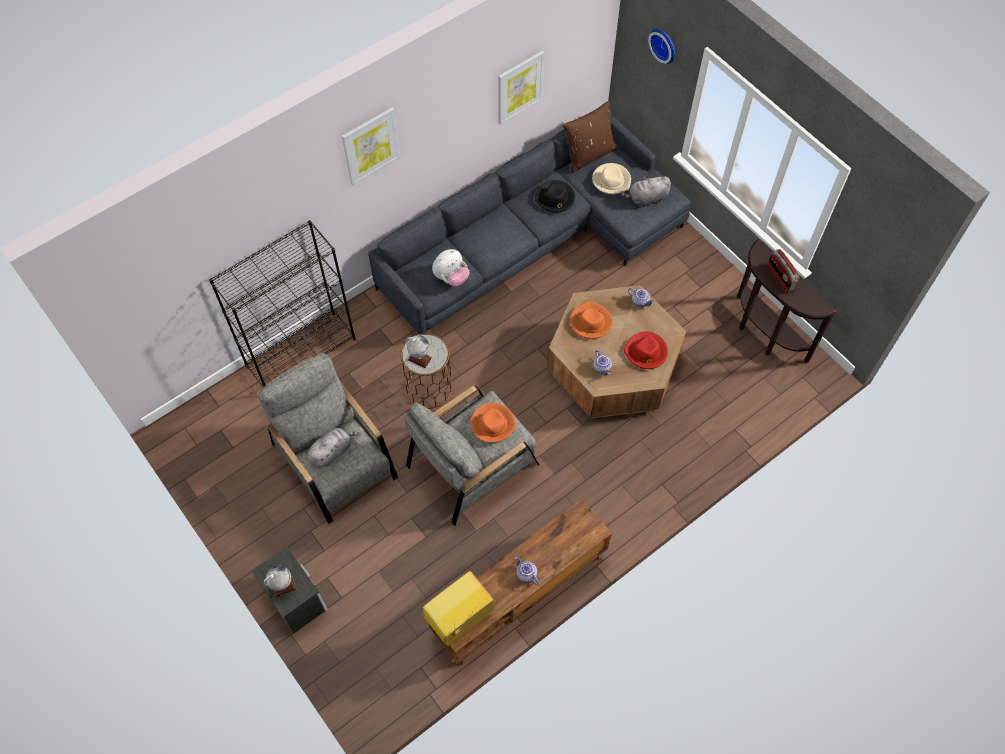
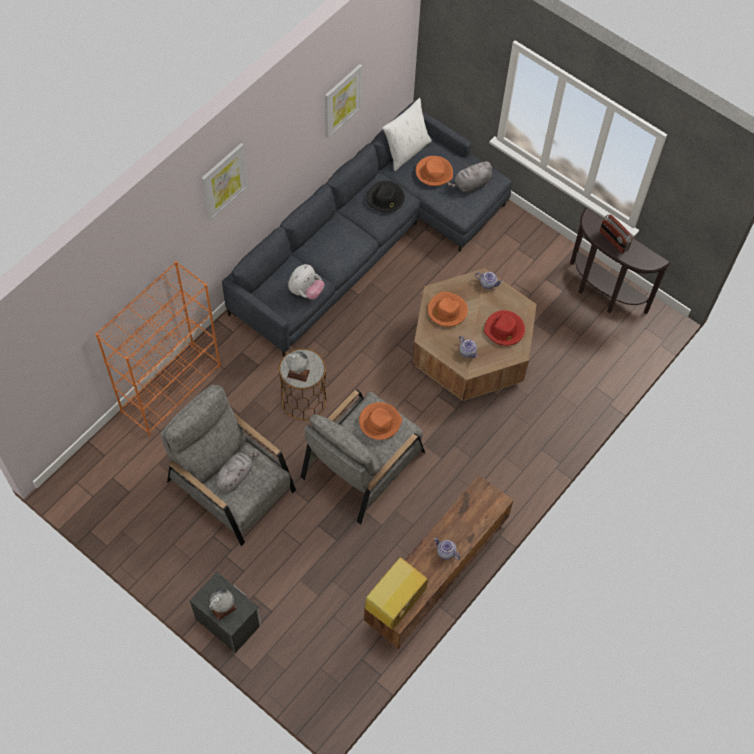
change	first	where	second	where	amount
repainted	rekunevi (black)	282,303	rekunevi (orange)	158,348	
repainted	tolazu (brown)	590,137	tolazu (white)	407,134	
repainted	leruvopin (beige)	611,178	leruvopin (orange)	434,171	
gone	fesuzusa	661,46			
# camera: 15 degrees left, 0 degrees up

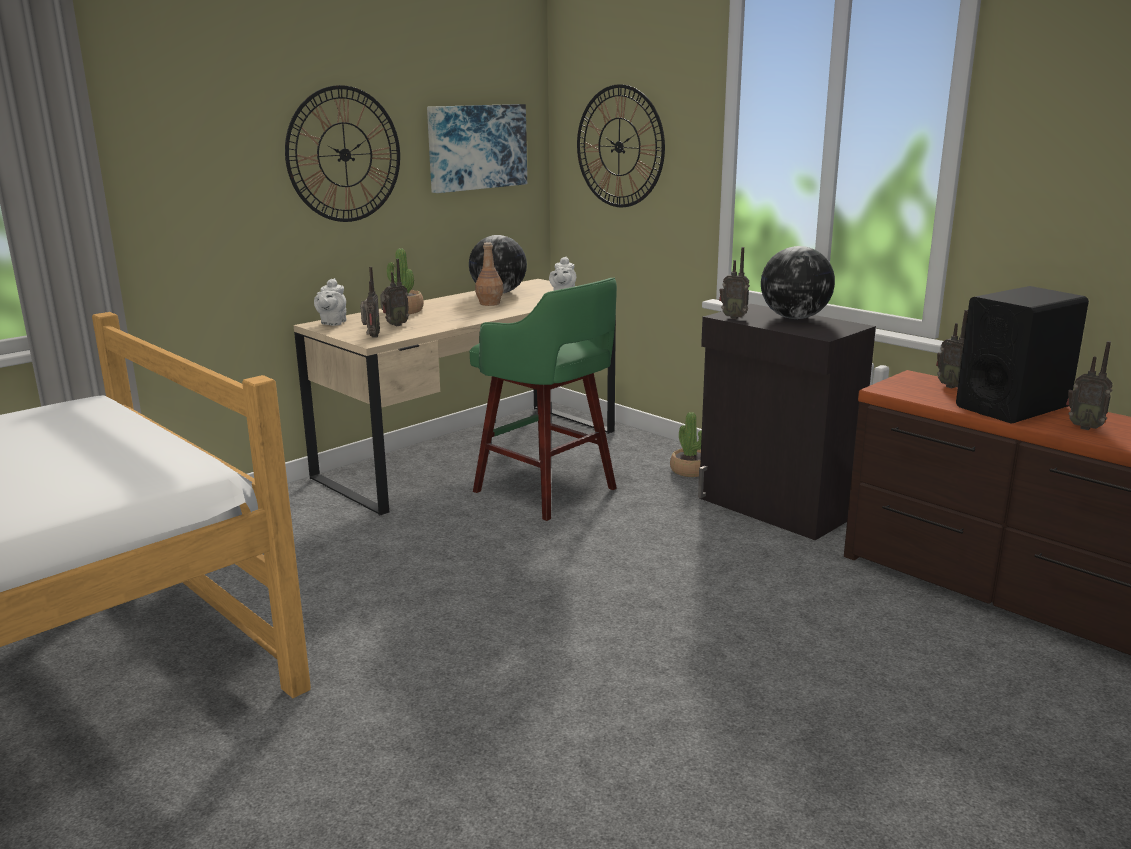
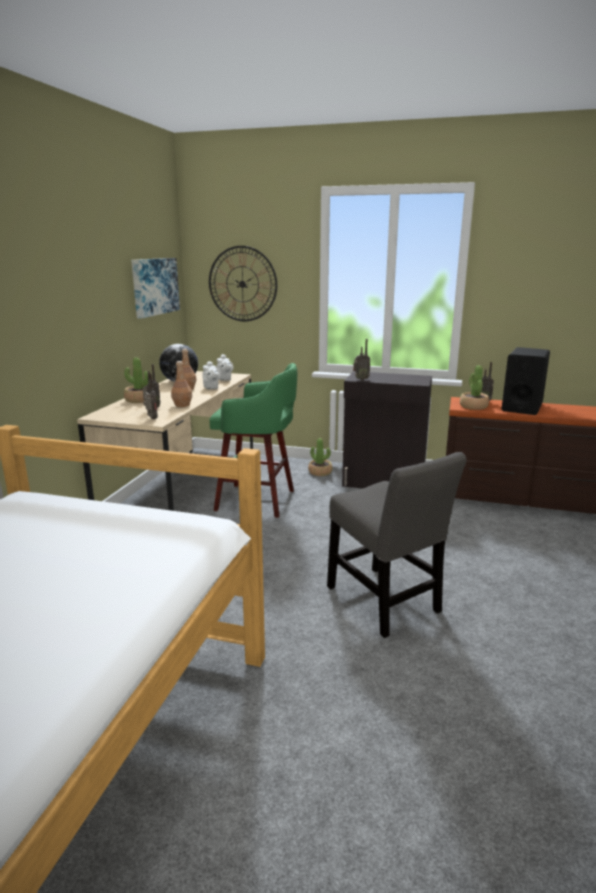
change	first	where	second	where	amount
gone	fesuzusa	342,153			
shifted	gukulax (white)	330,302		211,375	
gone	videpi	798,282			
gone	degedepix	1089,385			
new			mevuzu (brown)	181,384	
new			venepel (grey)	397,545	
new			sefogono	474,387	
# camera: 30 degrees left, 0 degrees up

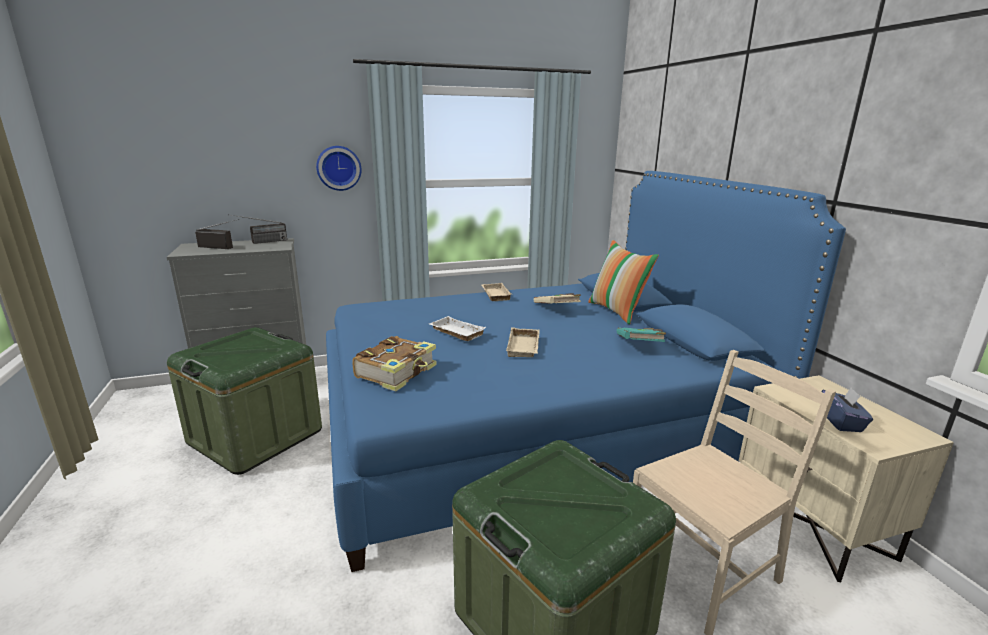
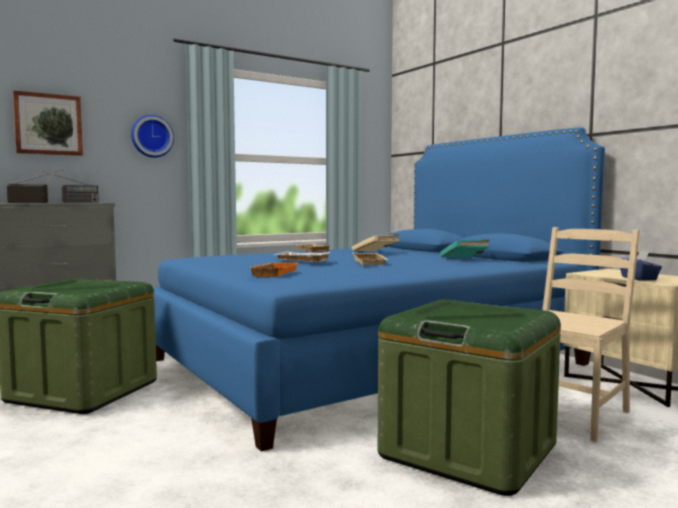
change	first	where	second	where	amount
swapped	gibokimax	394,363	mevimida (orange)	274,270	
gone	tolazu	623,282			
new			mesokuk	48,123	
# camera: 15 degrees left, 15 degrees down

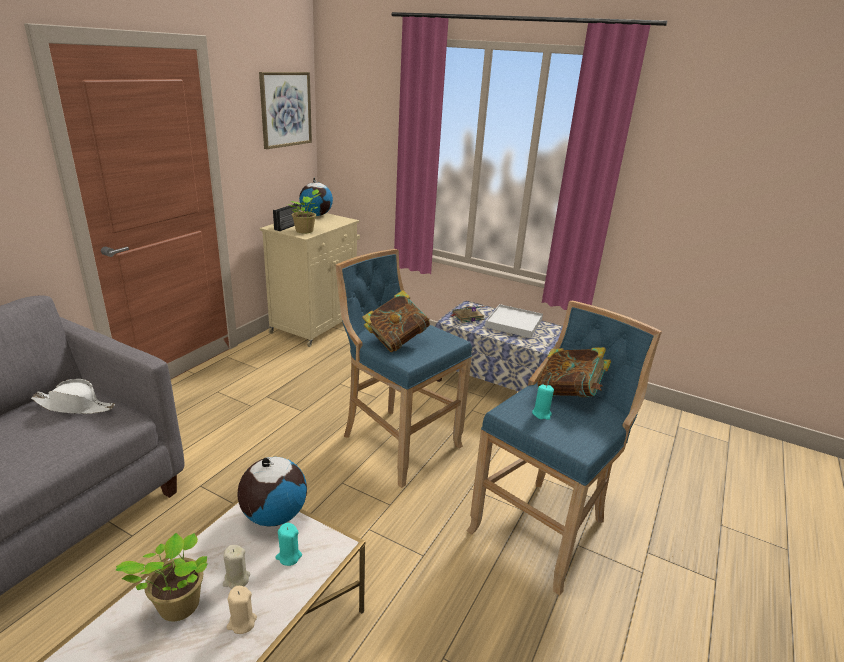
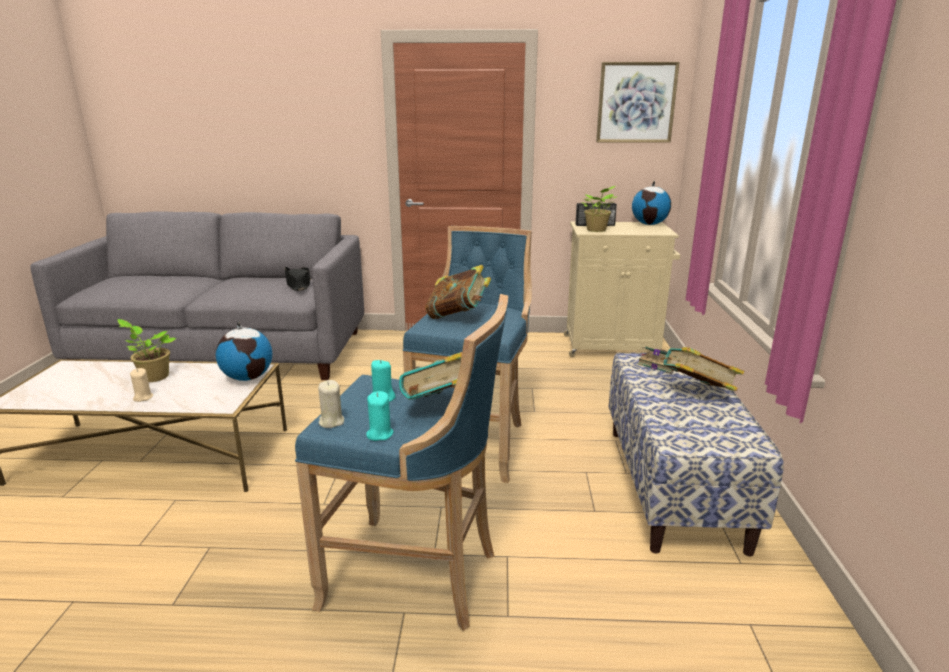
change	first	where	second	where	amount
repainted	leruvopin (white)	73,396	leruvopin (black)	298,279	
shifted	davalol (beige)	236,567		331,404	
shifted	davalol (turquoise)	288,544		380,416	
swapped	mevimida (white)	514,321	gibokimax	702,369	
# camera: 65 degrees right, 5 degrees down

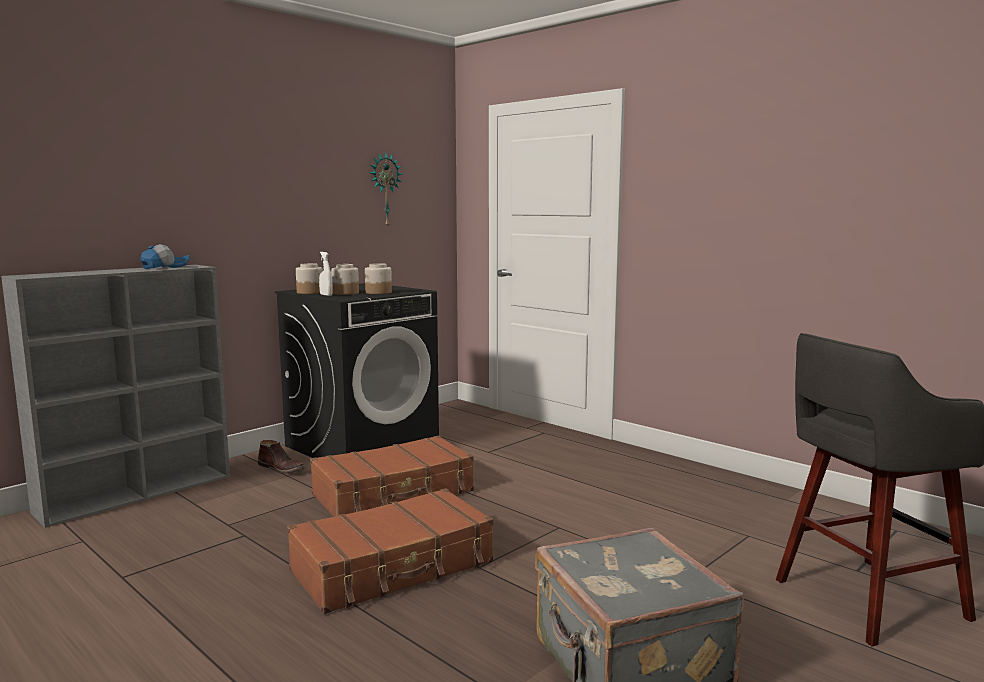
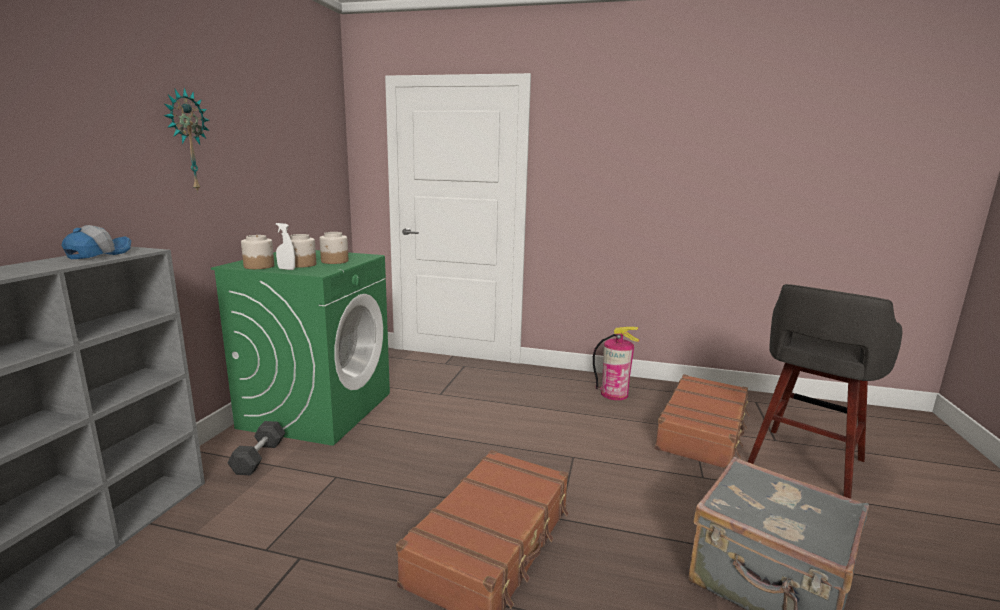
change	first	where	second	where	amount
swapped	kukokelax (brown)	281,457	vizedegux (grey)	256,448	
repainted	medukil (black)	357,370	medukil (green)	300,348	
shifted	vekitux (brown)	392,476		702,421	
shifted	fesuzusa	386,191		187,140	
new			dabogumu	616,363	
# camera: 30 degrees left, 5 degrees up

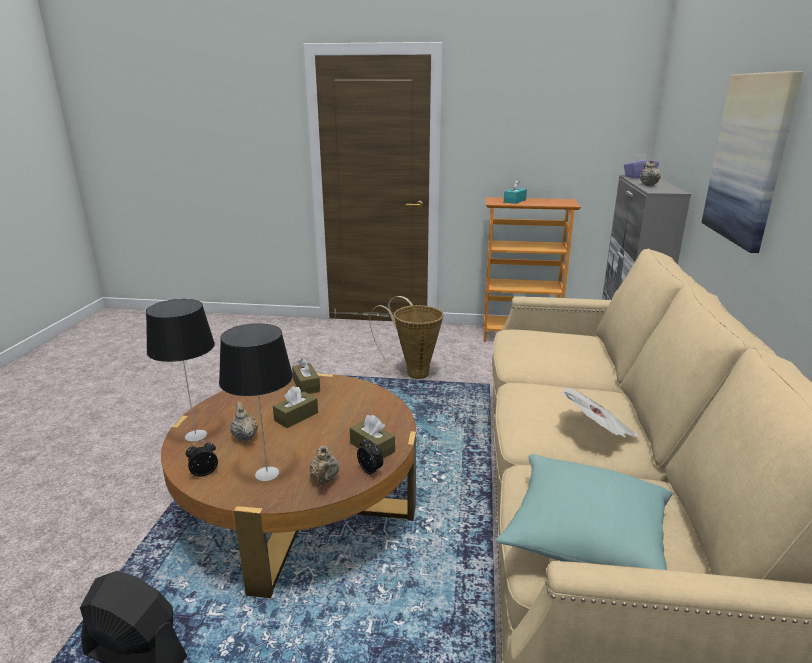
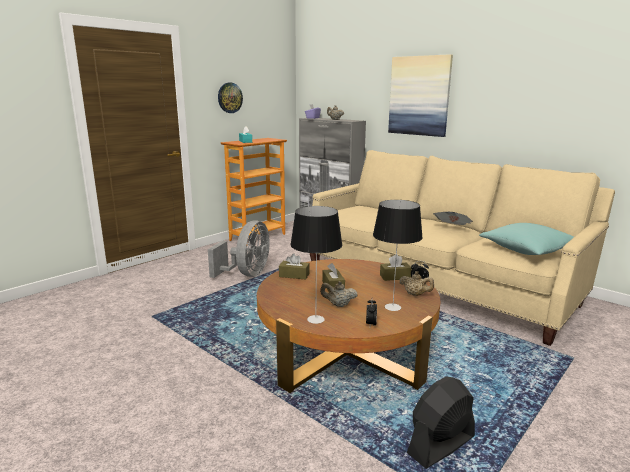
change	first	where	second	where	amount
swapped	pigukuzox	406,337	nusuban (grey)	239,249	
new			fesuzusa	230,98	
# camera: 55 degrees left, 5 degrees down

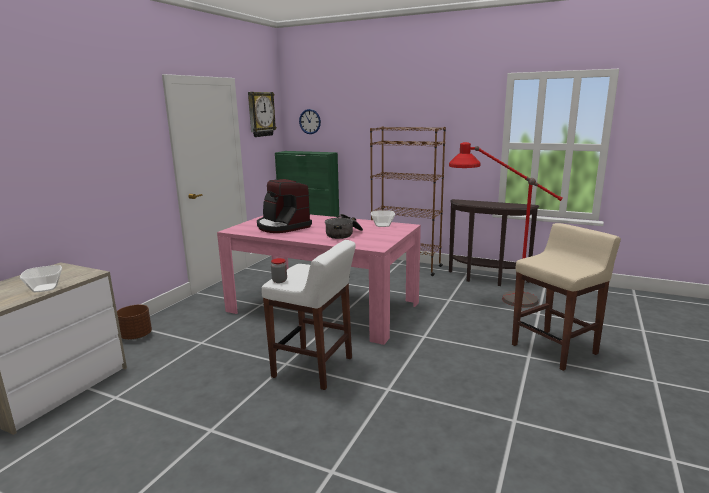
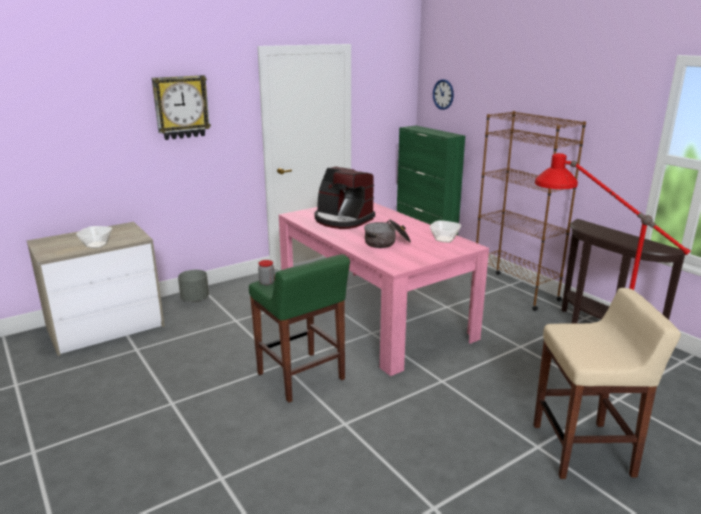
change	first	where	second	where	amount
repainted	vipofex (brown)	134,322	vipofex (grey)	193,286	
shifted	fesuzusa	262,114		181,107	
rotated	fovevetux	284,206		345,198	45 degrees counterclockwise
repainted	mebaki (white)	308,315	mebaki (green)	299,328	
# camera: 30 degrees right, 5 degrees up

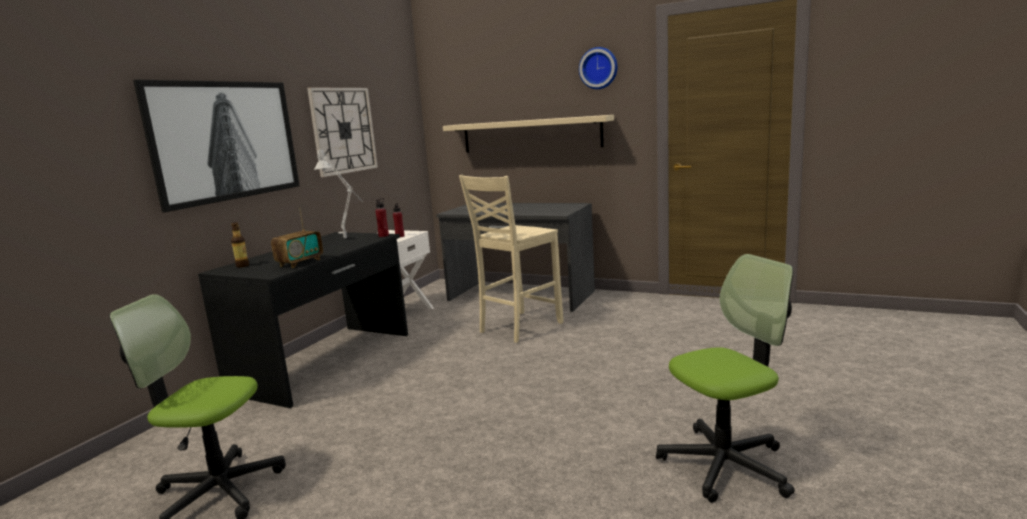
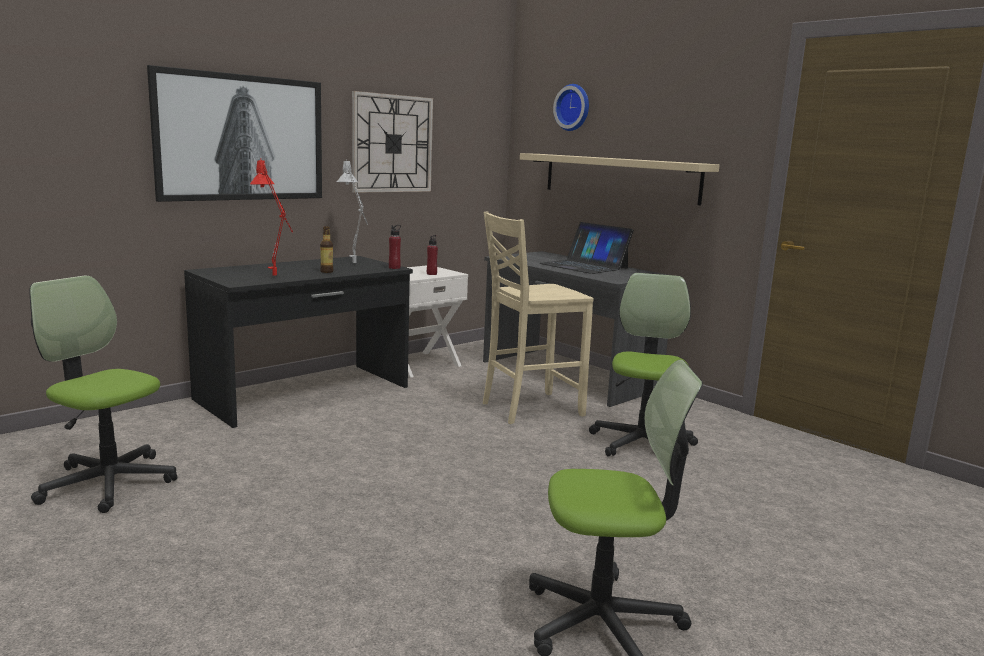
change	first	where	second	where	amount
shifted	mevuzu	240,245		326,249	
swapped	degedepix	297,238	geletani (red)	271,217	
shifted	fesuzusa	598,68		571,107	
new			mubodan	587,248	
new			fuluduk	643,364	
# camera: 20 degrees right, 0 degrees up

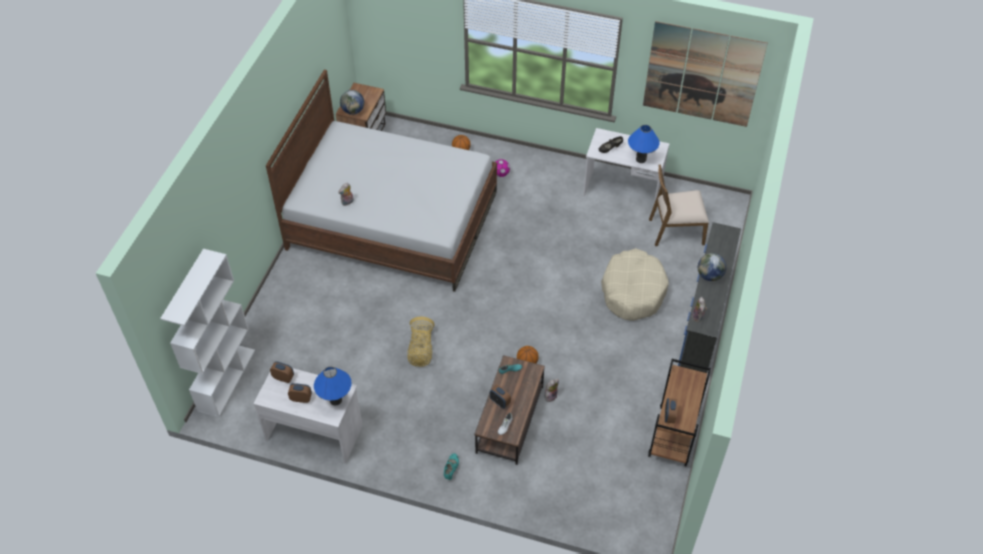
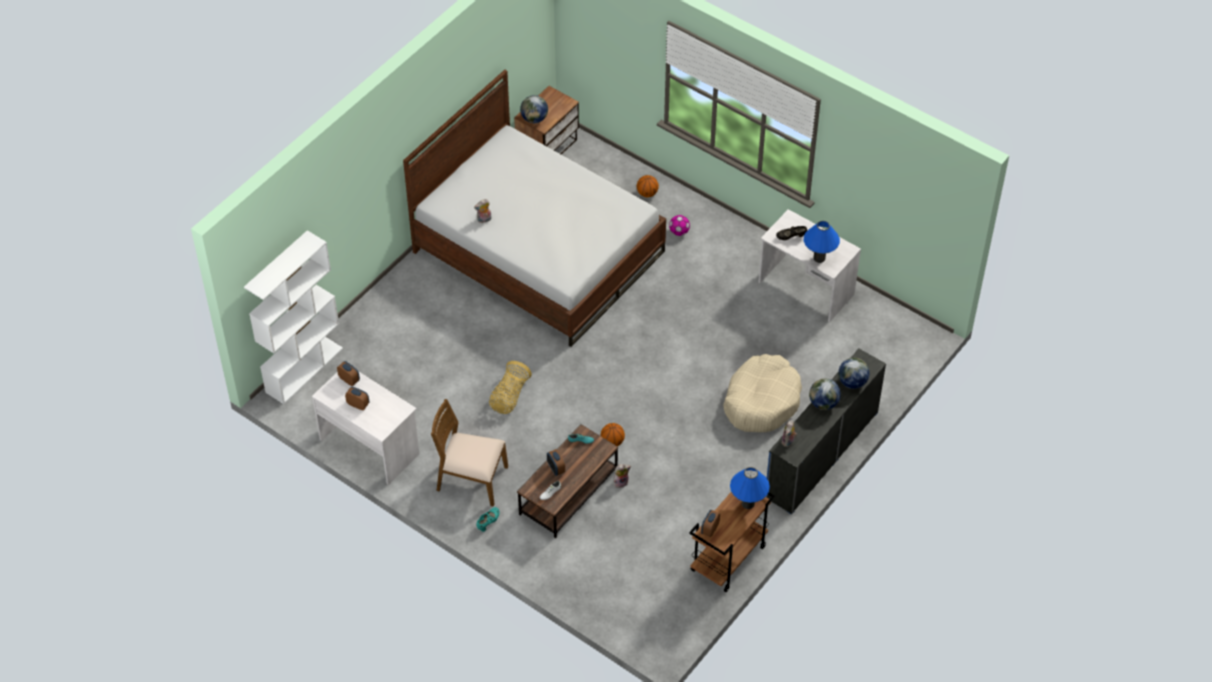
change	first	where	second	where	amount
shifted	geletani (blue)	333,386		750,488	
gone	mesokuk	705,74			
shifted	venepel (brown)	679,205		469,453	
new			videpi	854,373	
# camera: 20 degrees right, 0 degrees up

